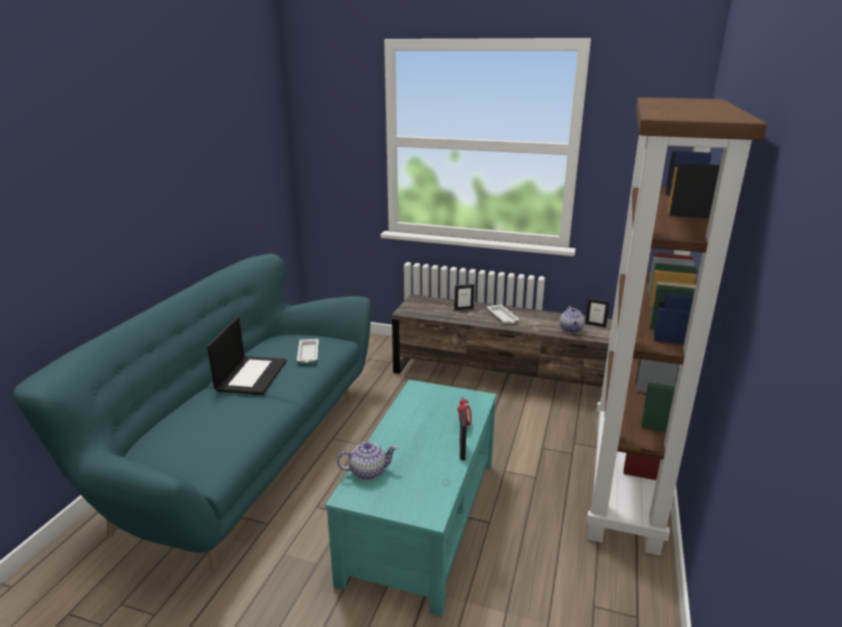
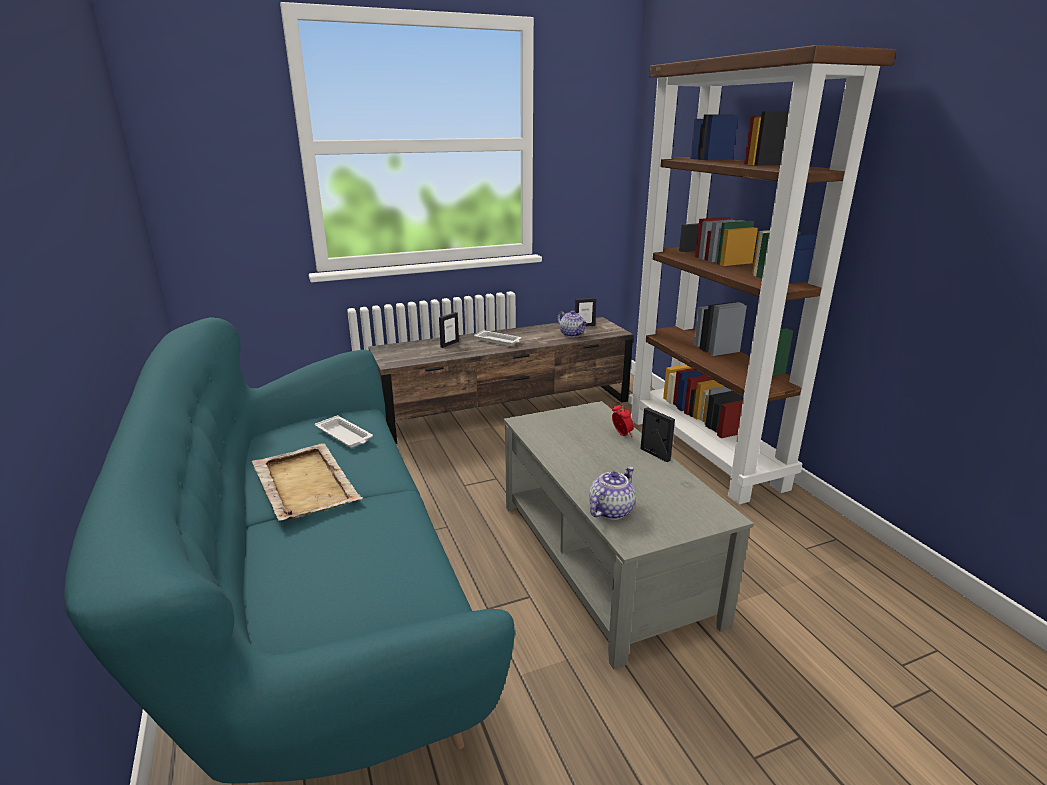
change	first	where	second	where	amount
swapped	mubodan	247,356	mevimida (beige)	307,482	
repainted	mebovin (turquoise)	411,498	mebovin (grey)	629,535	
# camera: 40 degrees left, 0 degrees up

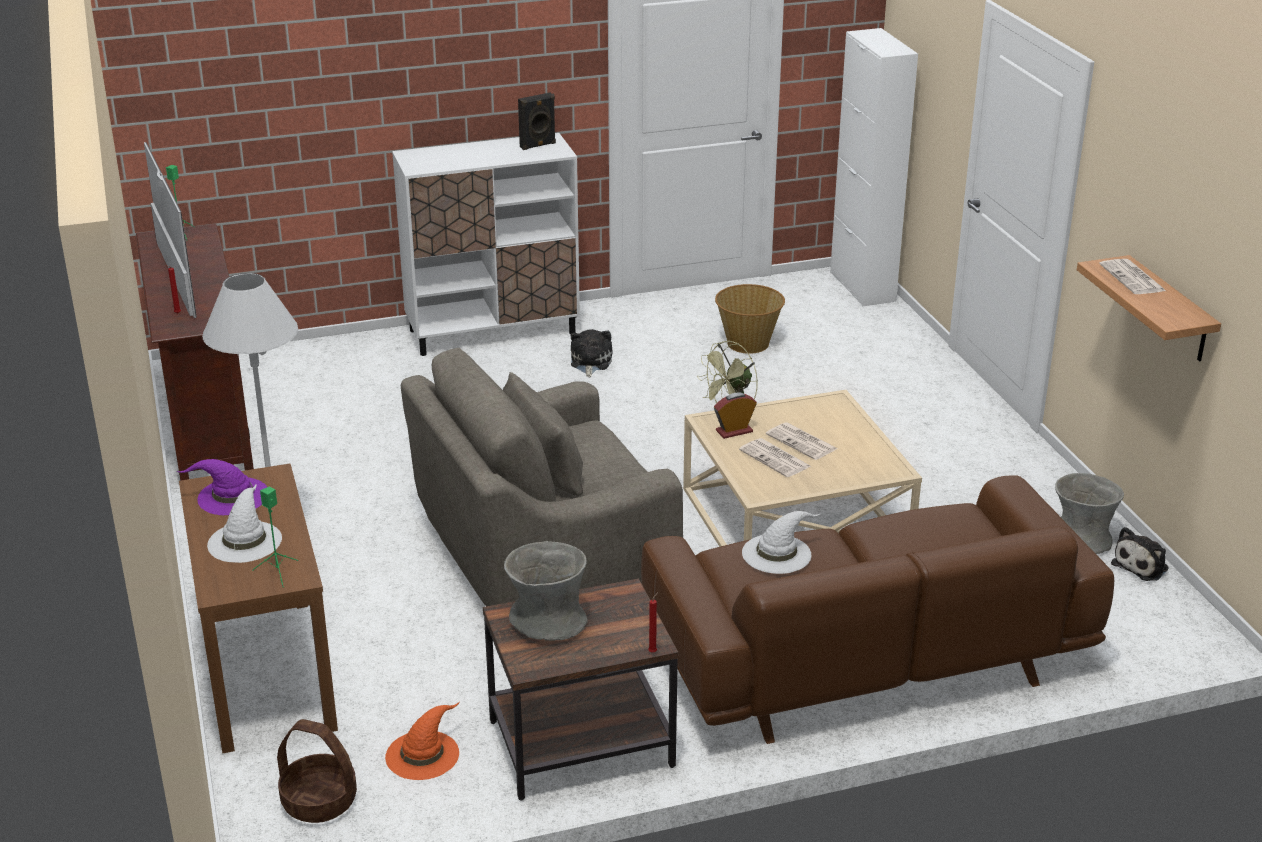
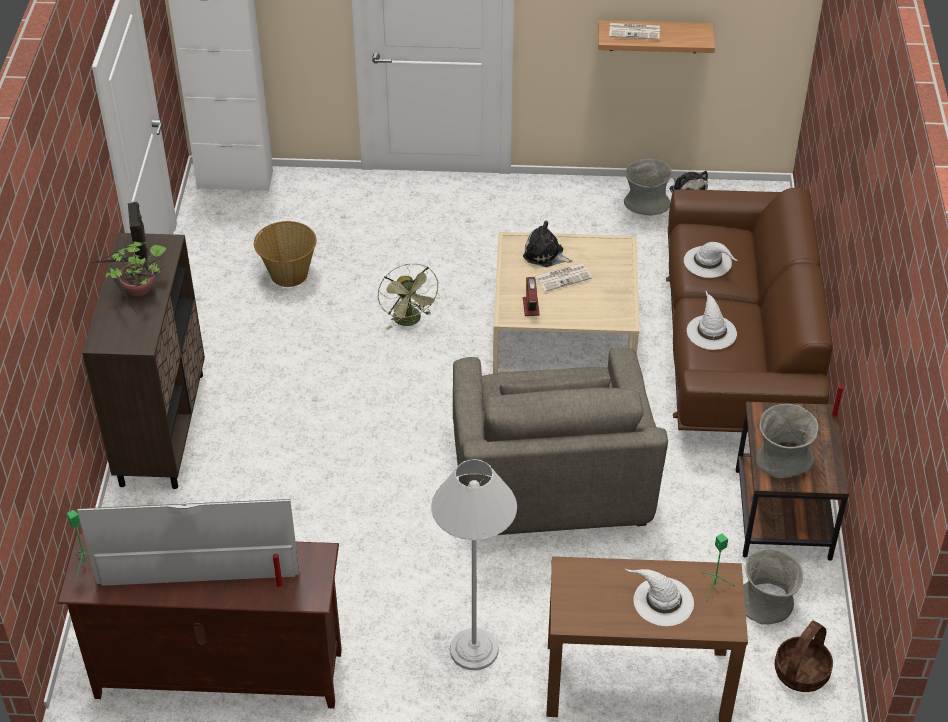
change	first	where	second	where	amount
gone	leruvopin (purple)	222,487			
swapped	leruvopin (orange)	422,741	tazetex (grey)	773,586	
repainted	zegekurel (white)	486,244	zegekurel (brown)	143,361	
shifted	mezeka	592,353		547,244	
gone	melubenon	775,457			
new			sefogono	129,278	
new			leruvopin (white)	711,260	
# camera: 70 degrees left, 15 degrees up

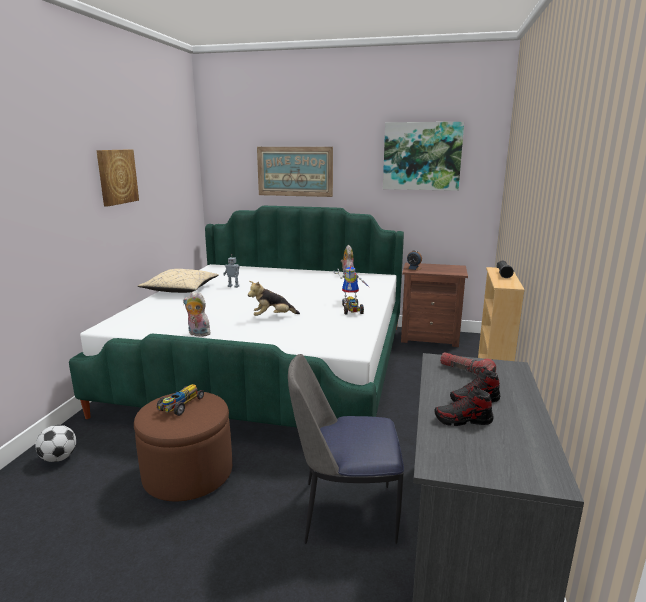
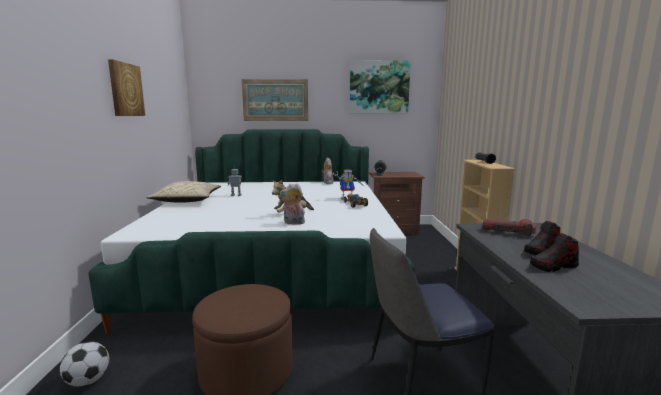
change	first	where	second	where	amount
gone	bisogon	180,400			
shifted	mezeka	197,314		292,204	
# camera: 15 degrees left, 5 degrees down

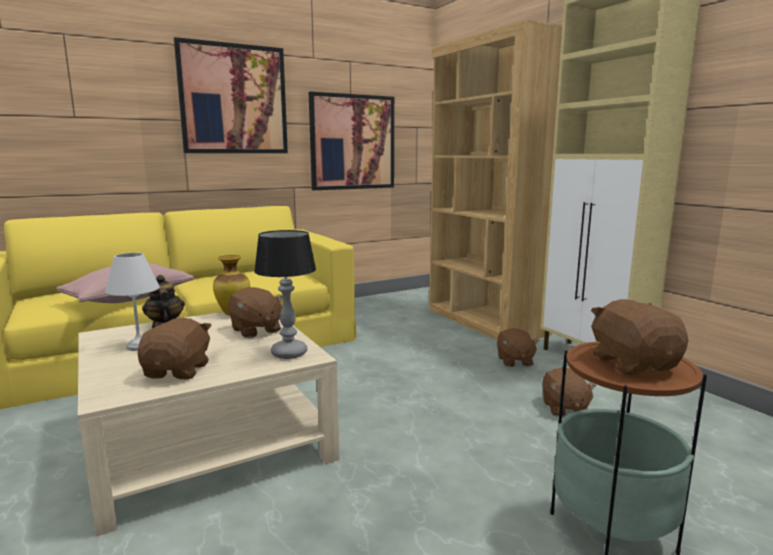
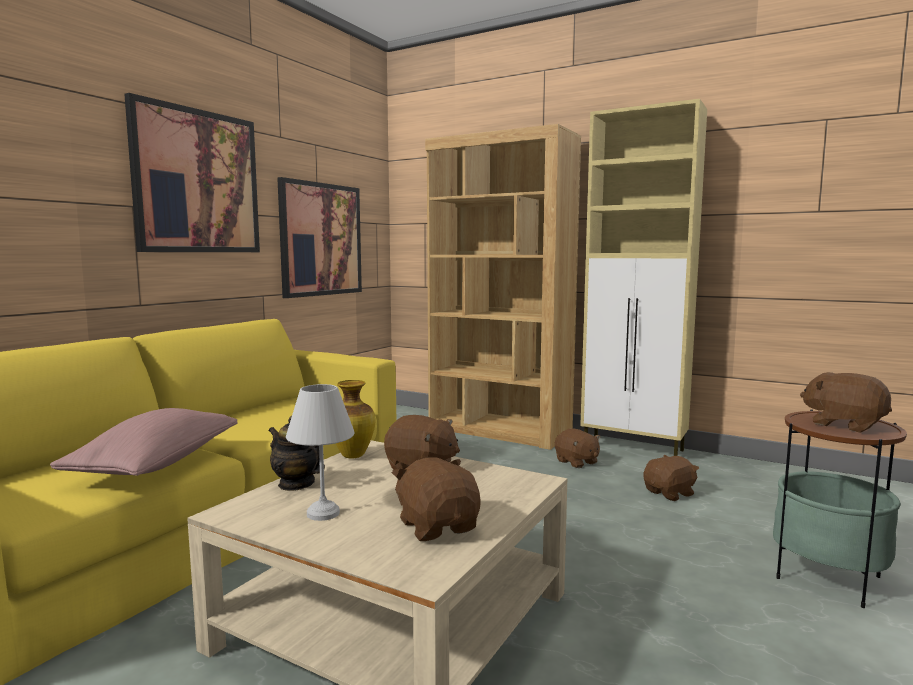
change	first	where	second	where	amount
gone	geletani	285,294			
rotated	mezeka (brown)	569,392		671,478	90 degrees counterclockwise
# camera: 30 degrees left, 5 degrees down

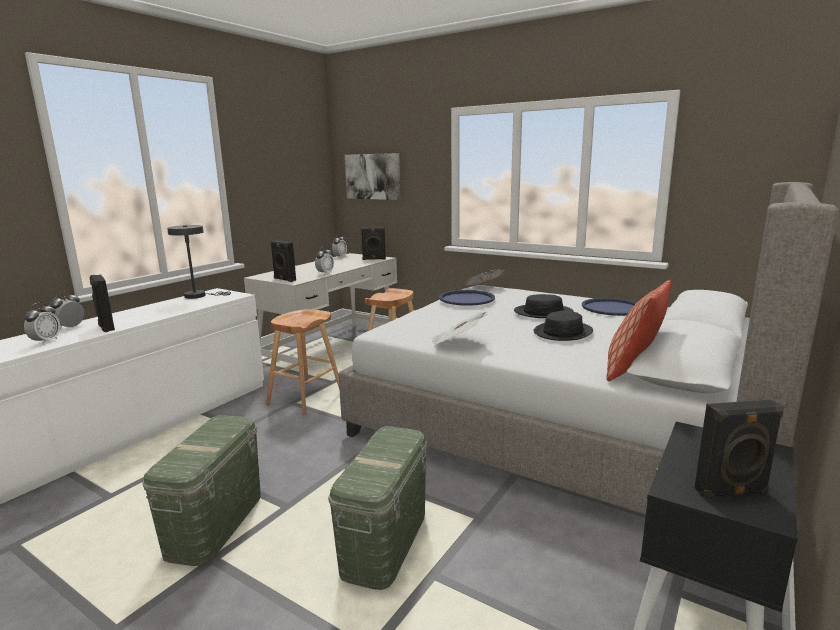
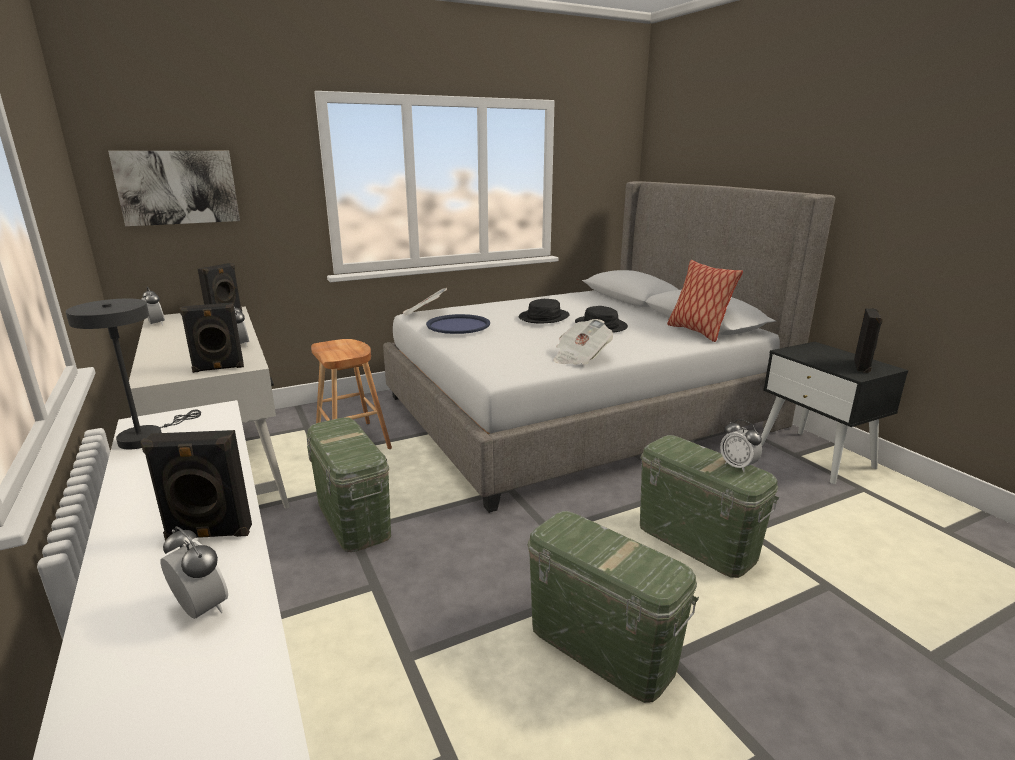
change	first	where	second	where	amount
shifted	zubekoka	66,310		741,445	
swapped	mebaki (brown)	302,362	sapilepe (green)	348,484	
gone	mevimida (blue)	609,307			
# camera: 60 degrees left, 5 degrees up

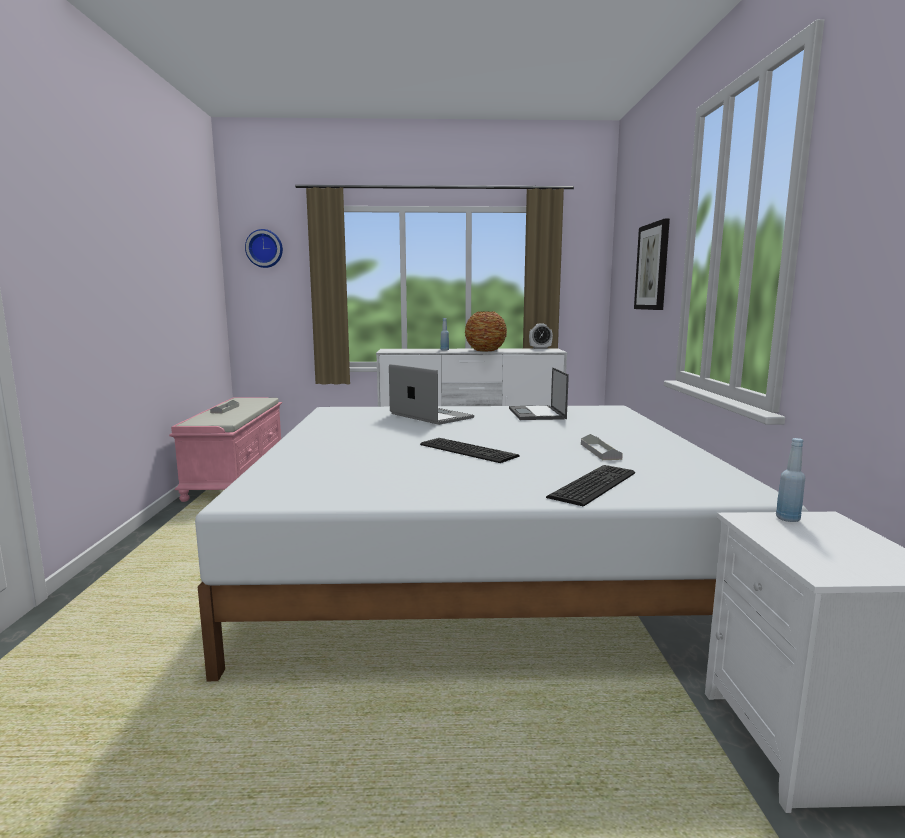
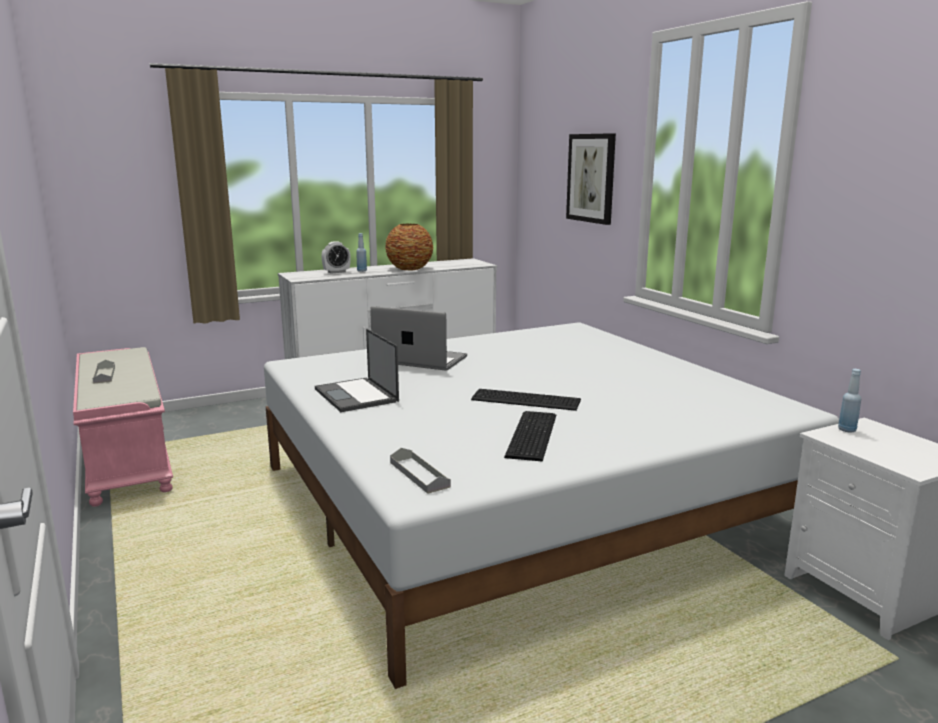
change	first	where	second	where	amount
gone	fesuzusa	264,248			
shifted	mubodan	539,393		357,370	
shifted	zubekoka	541,336		336,257	
shifted	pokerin	590,486		530,436	
shifted	mevimida (grey)	602,447		420,471	
# camera: 25 degrees left, 5 degrees up

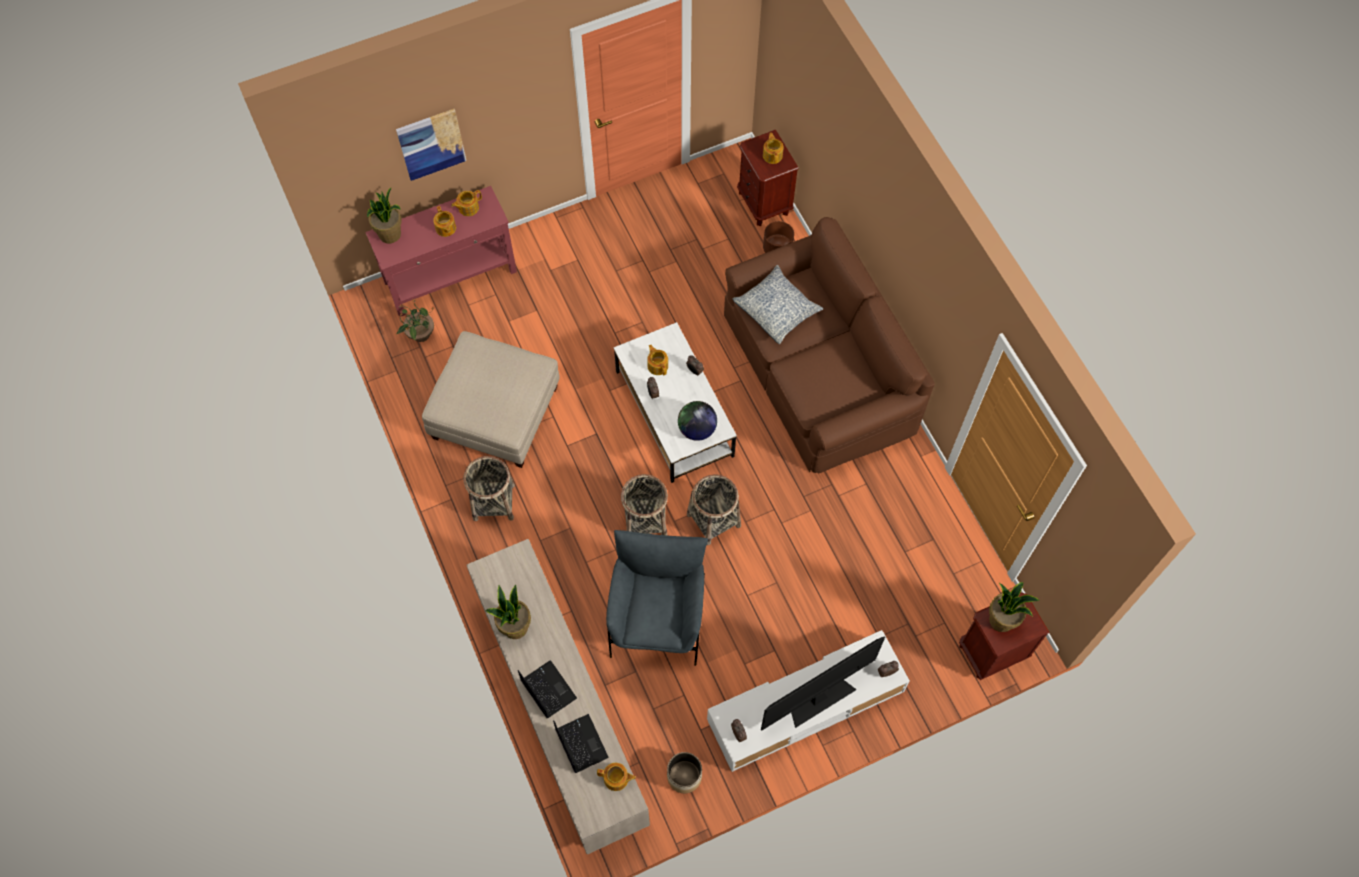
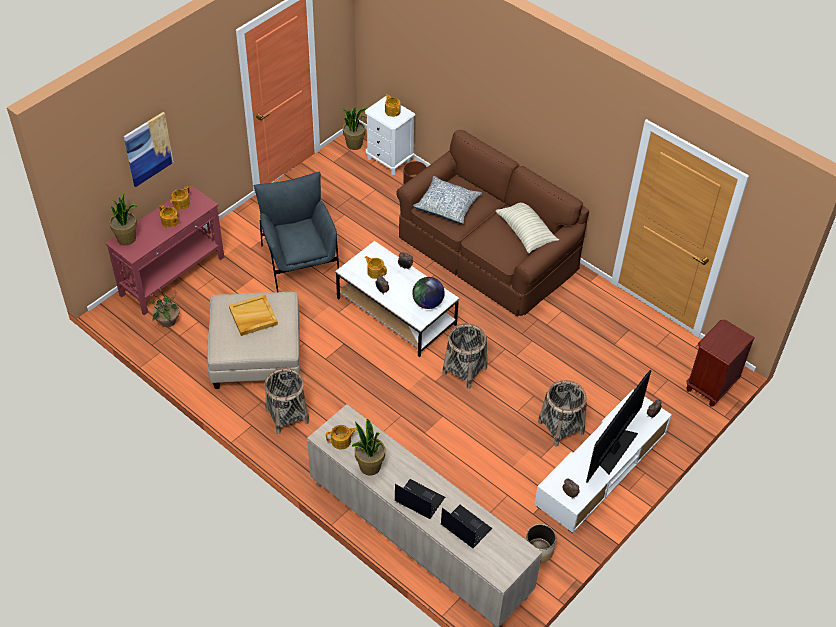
change	first	where	second	where	amount
shifted	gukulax	616,777		341,437	
shifted	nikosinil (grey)	657,598		297,231	
shifted	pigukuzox	644,504		562,413	
repainted	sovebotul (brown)	768,178	sovebotul (white)	390,135	
shifted	sefogono	1014,607		355,129	
new			mevimida (beige)	253,315	
new			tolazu	527,228	
# camera: 25 degrees left, 15 degrees down

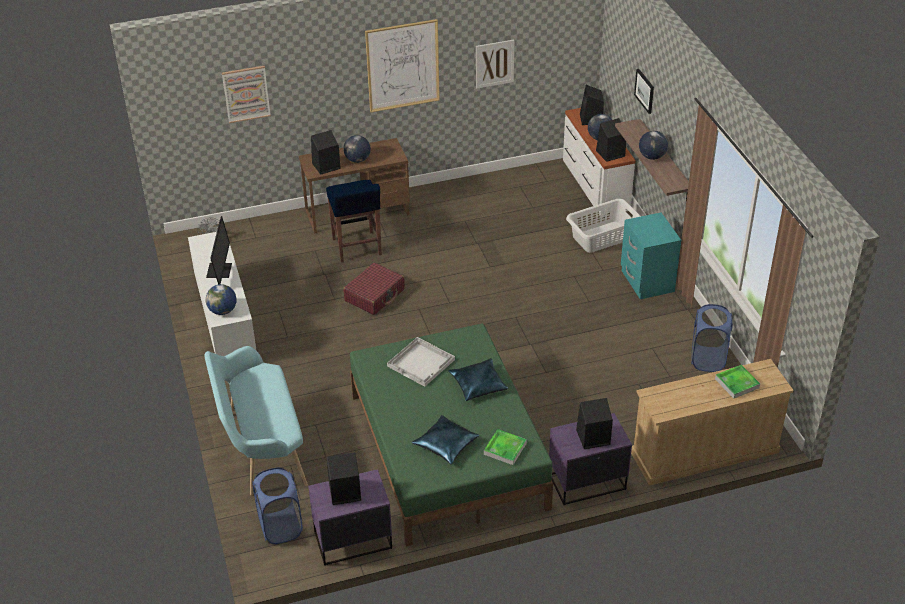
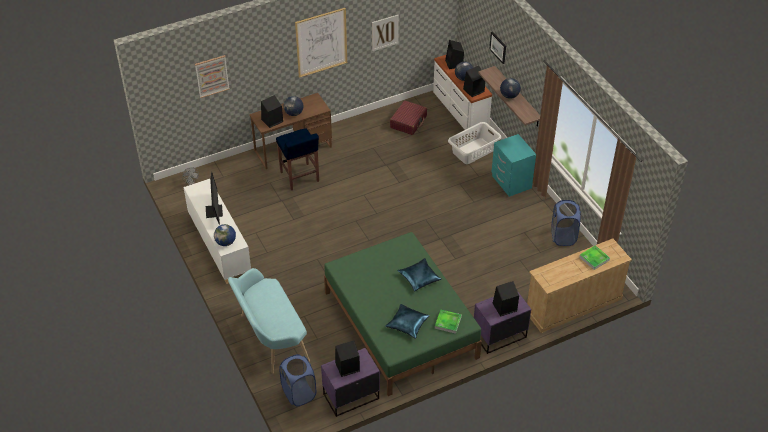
change	first	where	second	where	amount
shifted	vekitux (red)	374,289		408,117	
gone	mevimida (white)	421,362			
# camera: 10 degrees left, 5 degrees up

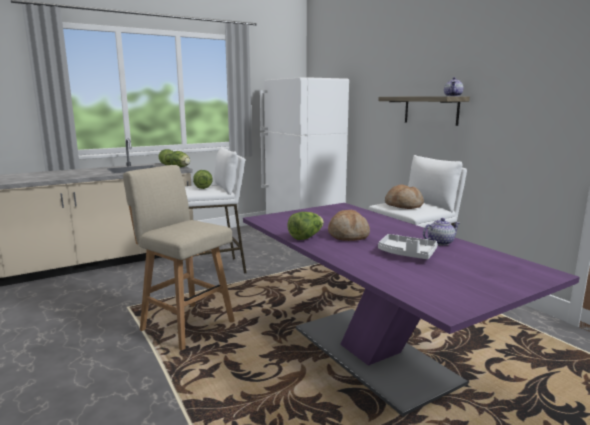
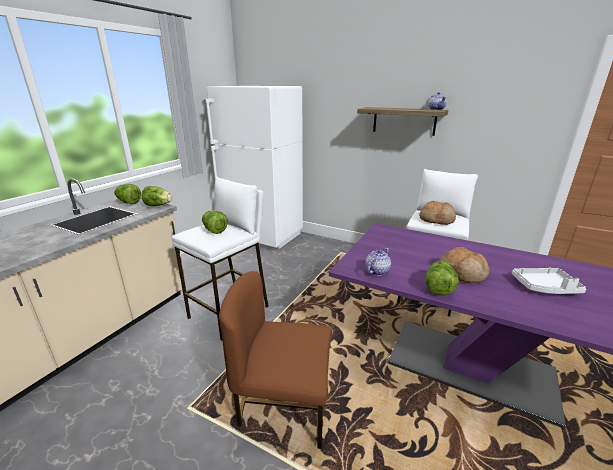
change	first	where	second	where	amount
swapped	mebaki (beige)	179,258	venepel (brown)	275,360	
shifted	gukulax	441,232		378,262	
# camera: 30 degrees left, 10 degrees up

